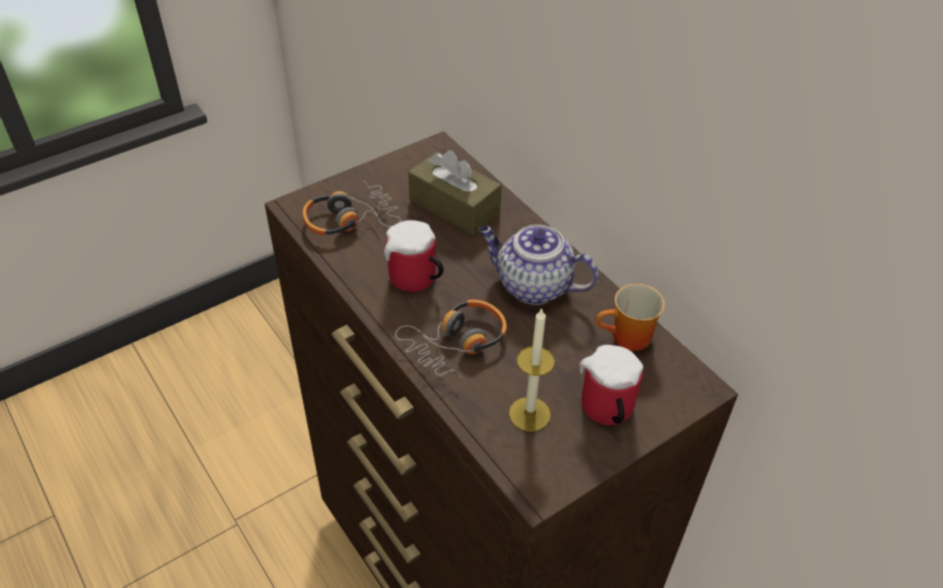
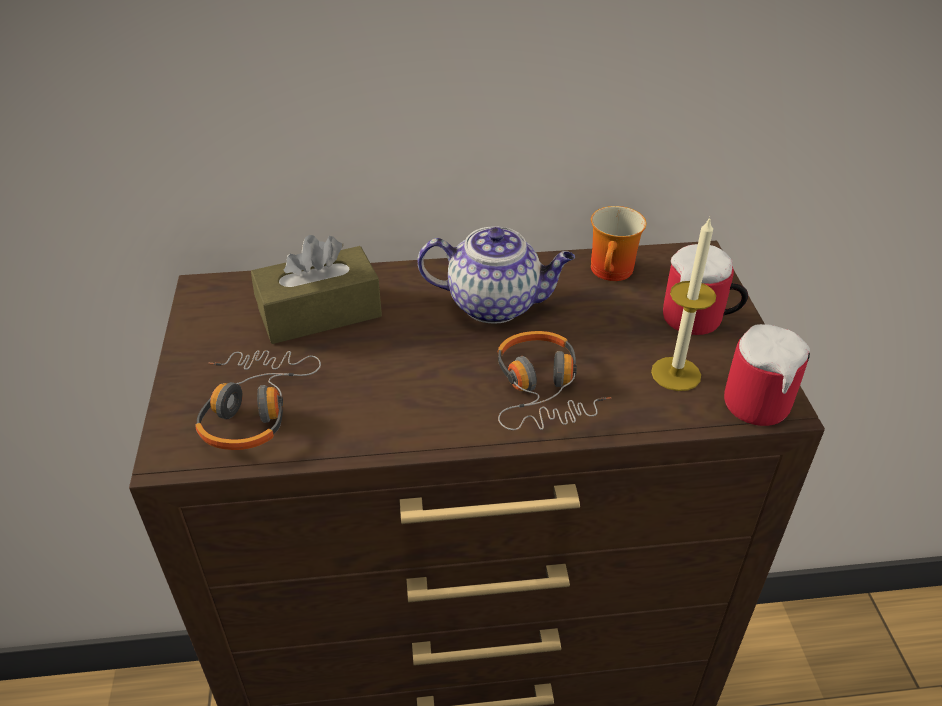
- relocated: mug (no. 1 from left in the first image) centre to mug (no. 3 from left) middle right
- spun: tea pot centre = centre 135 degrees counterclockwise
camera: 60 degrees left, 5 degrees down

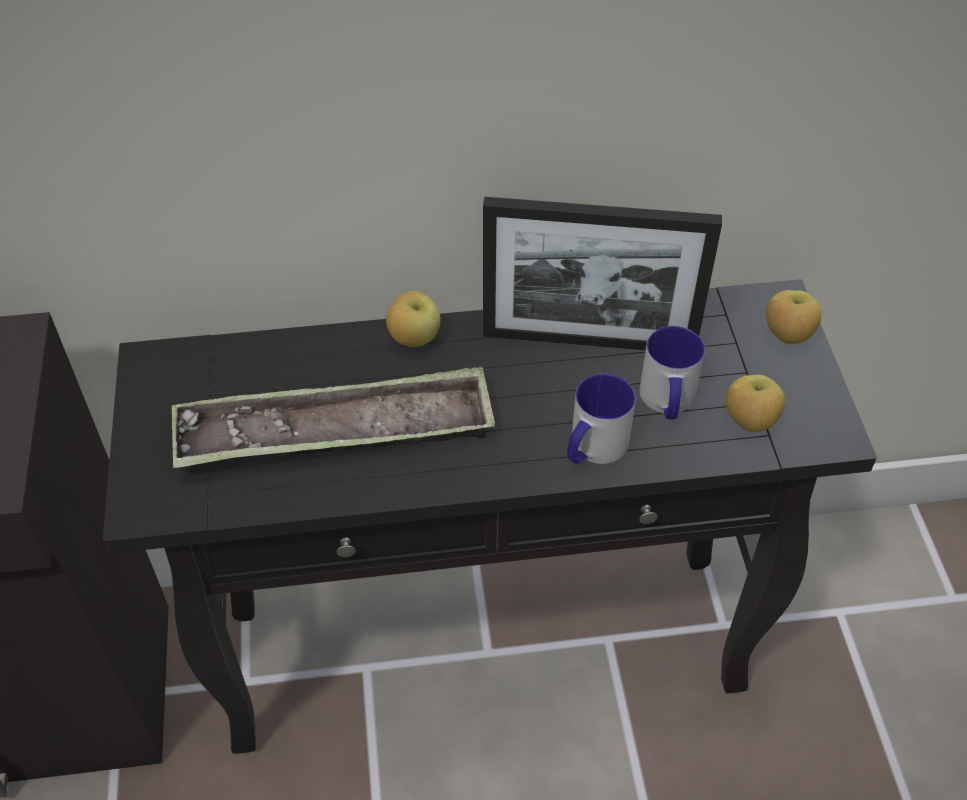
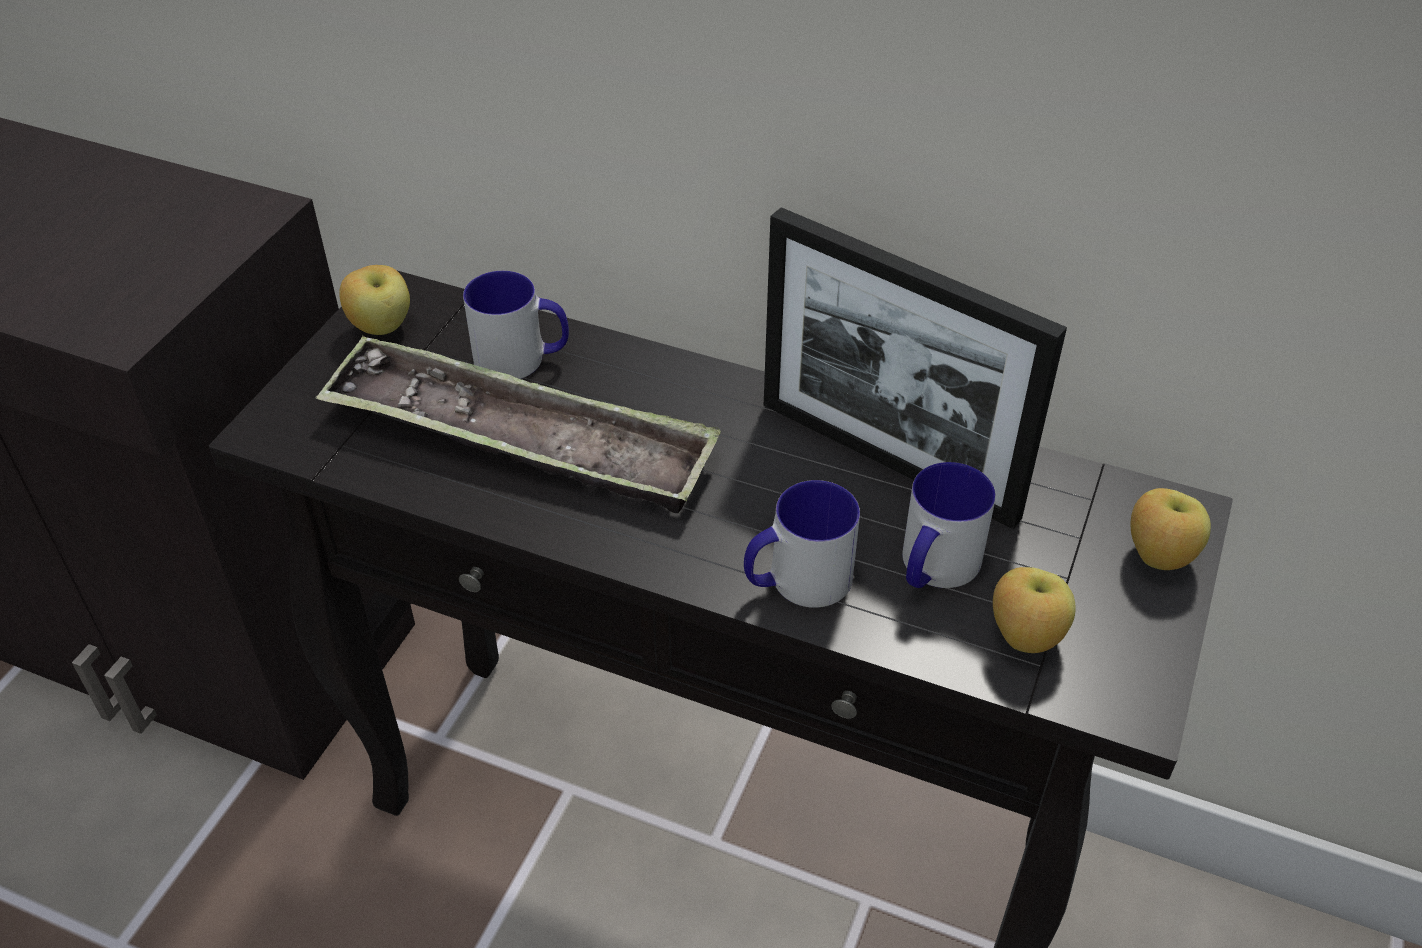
- appeared: mug (no. 1 from left) centre
- relocated: apple fruit (no. 1 from left) centre to top left
camera: 30 degrees right, 5 degrees down

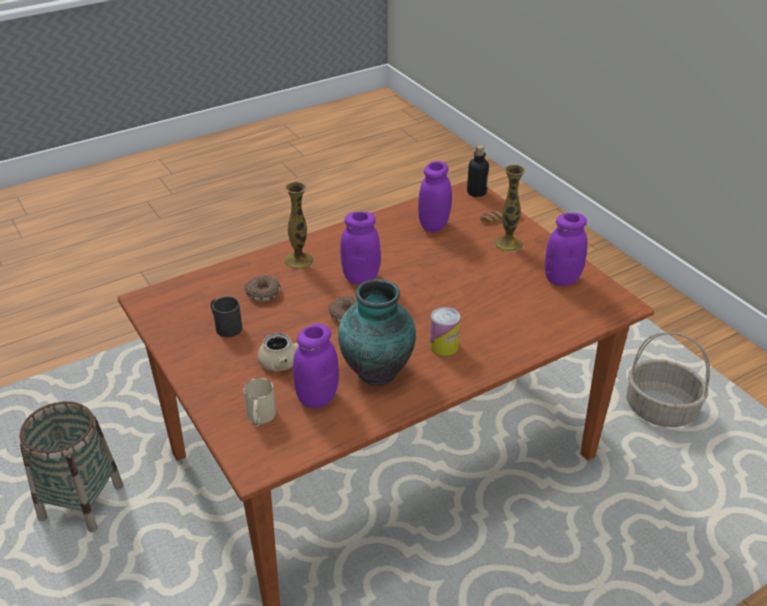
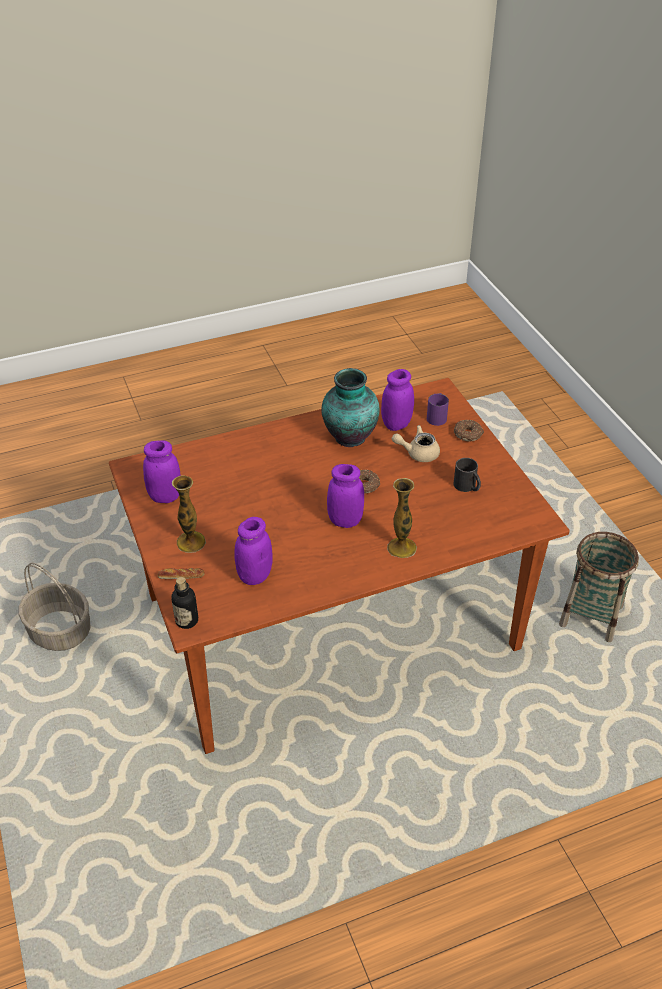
- missing: can centre
- relocated: ring doughnut (no. 1 from left in the first image) centre to ring doughnut (no. 2 from left) middle right
- colour: mug/beige centre to mug/purple centre
camera: 170 degrees left, 5 degrees up

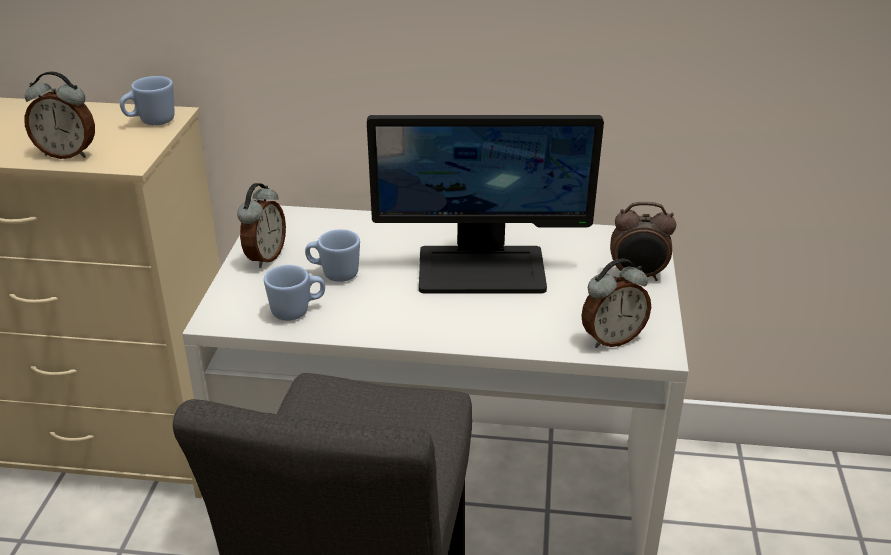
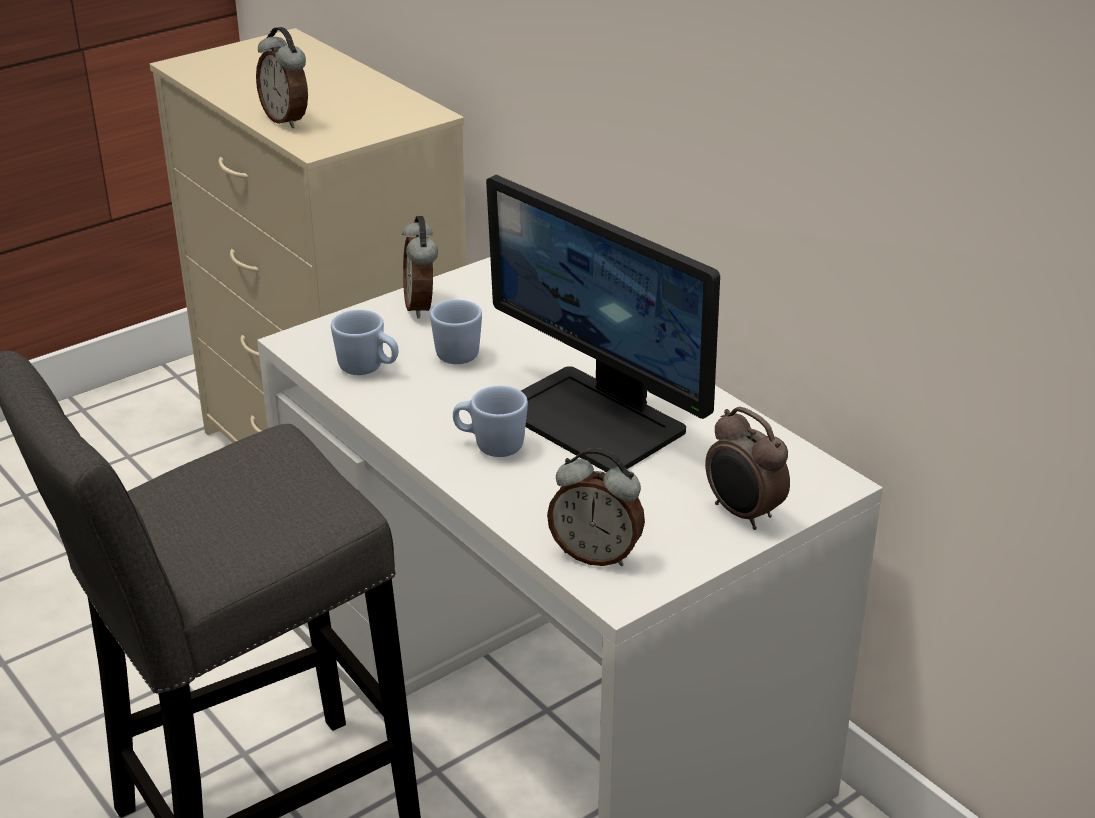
- relocated: mug/bluish (no. 1 from left in the first image) top left to mug/bluish (no. 3 from left) centre
- spun: table clock (no. 2 from left) middle left = top centre 105 degrees clockwise
camera: 45 degrees right, 0 degrees up

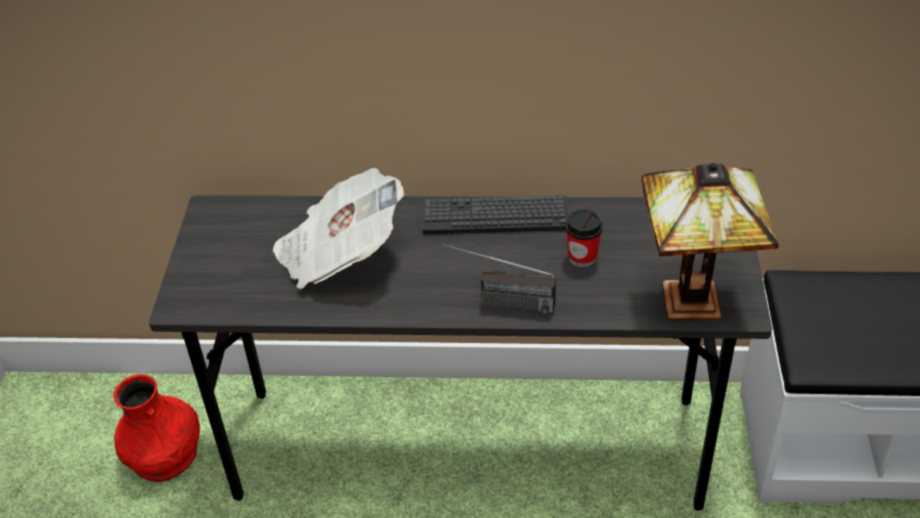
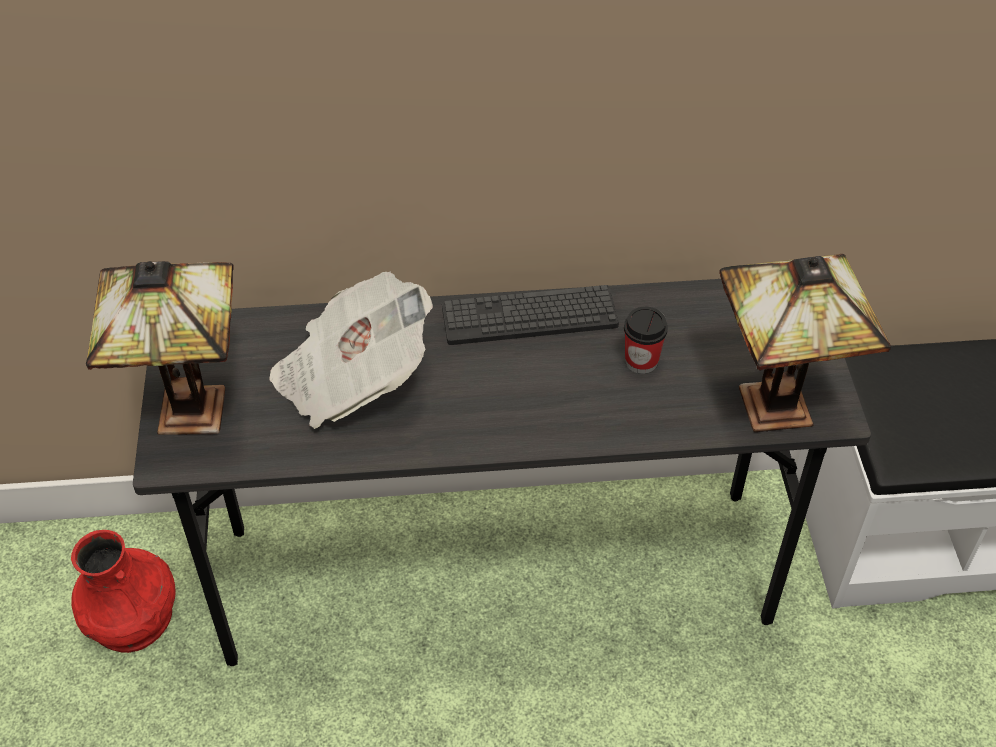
- missing: radio receiver centre
- appeared: lamp for a table (no. 1 from left) middle left
camera: 10 degrees left, 5 degrees up

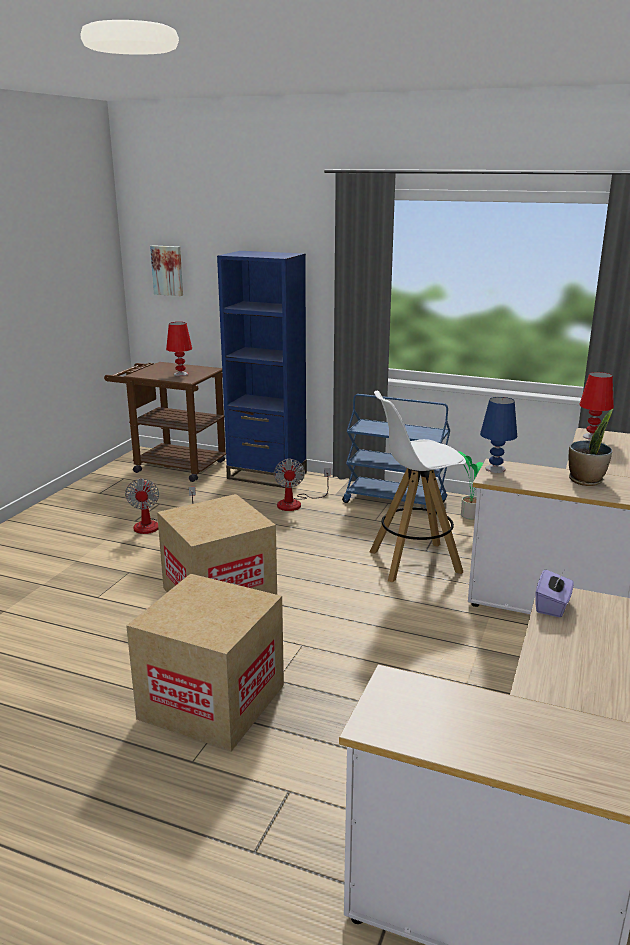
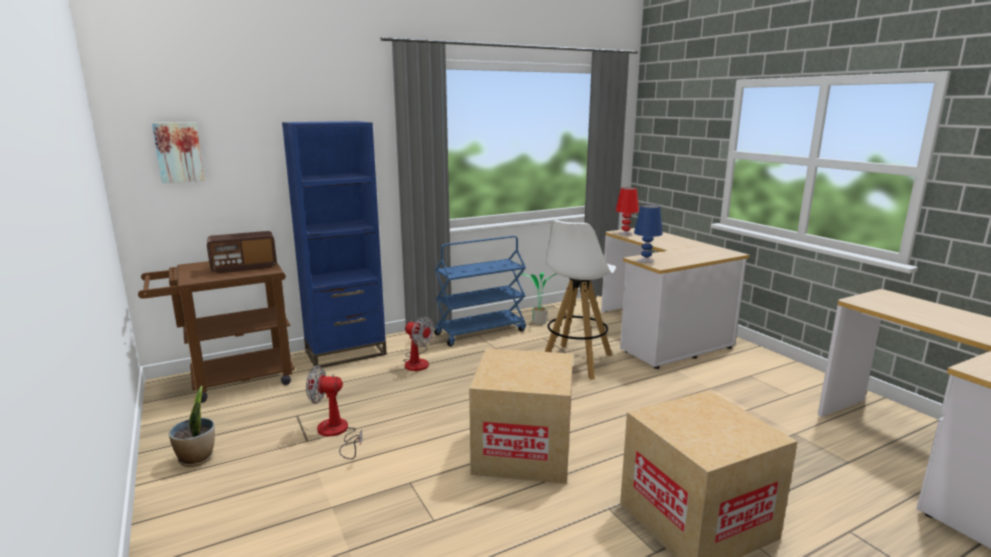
- missing: box of tissues/purple middle right
- relocated: potted plant (no. 2 from left in the first image) middle right to potted plant (no. 1 from left) bottom left
- exchanged: lamp for a table/reddish (no. 1 from left) middle left to radio receiver middle left
- spun: fan (no. 1 from left) middle left = bottom centre 150 degrees clockwise
camera: 50 degrees left, 5 degrees down

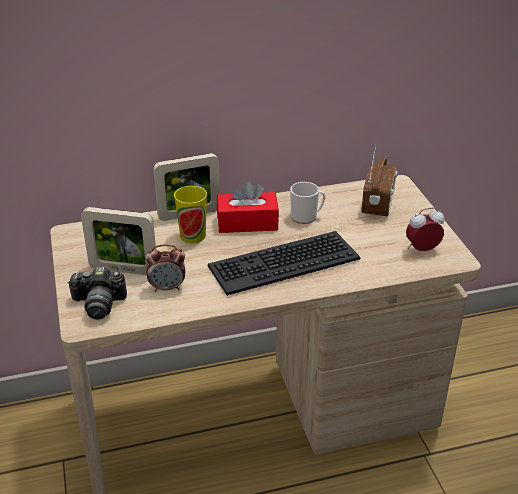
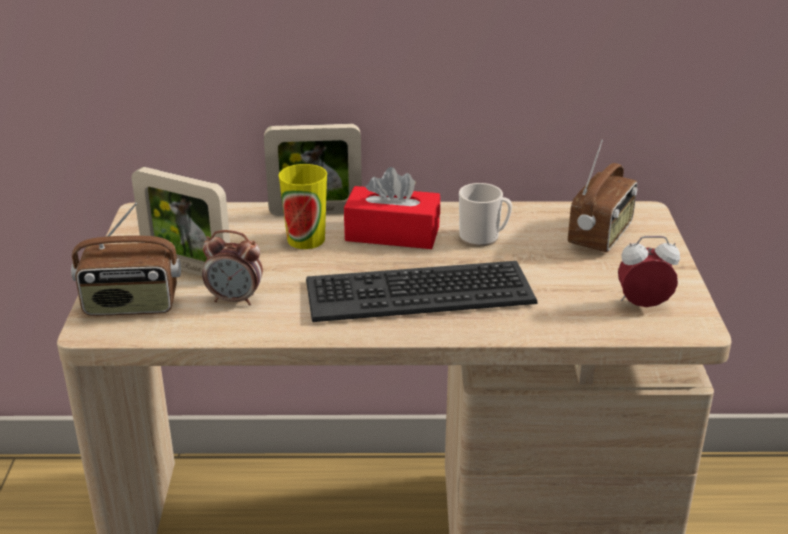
- exchanged: still camera middle left to radio receiver (no. 1 from left) middle left
camera: 15 degrees right, 5 degrees down

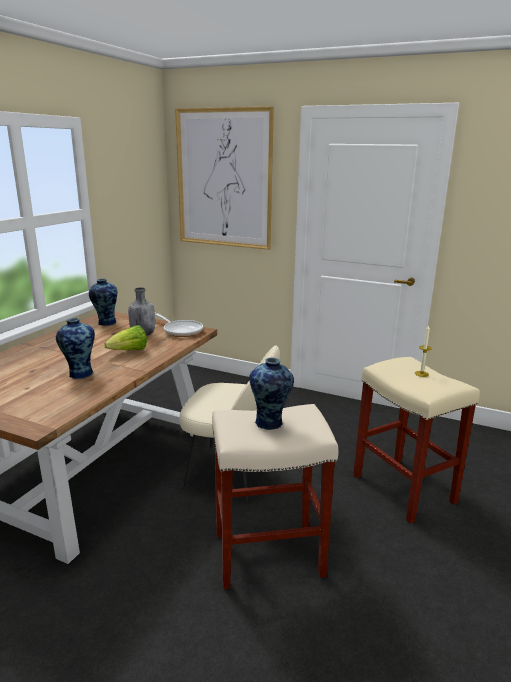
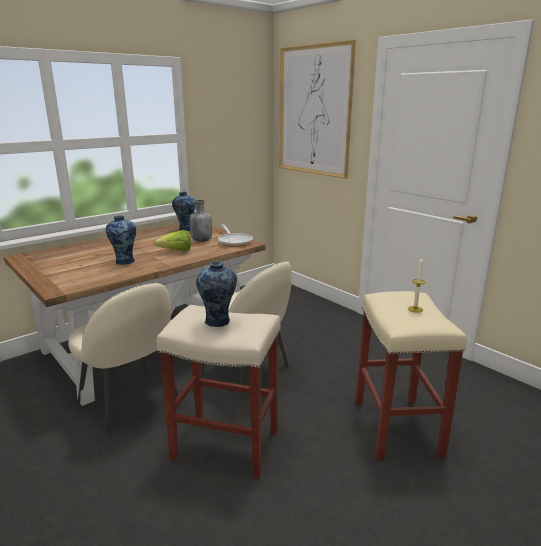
- appeared: plain chair/beige (no. 1 from left) middle left
camera: 25 degrees right, 0 degrees up

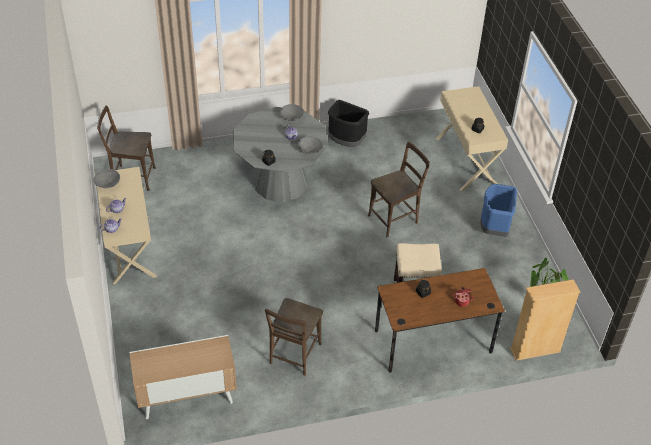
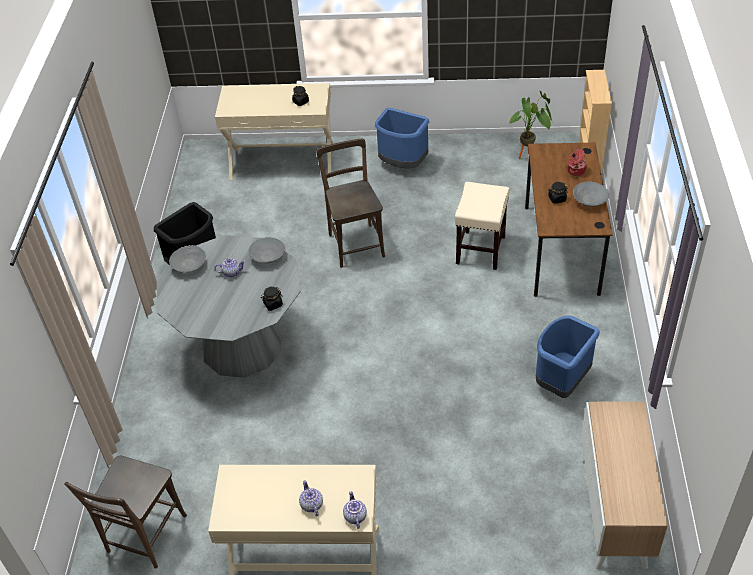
- relocated: serving bowl/gray (no. 1 from left in the first image) middle left to serving bowl/gray (no. 3 from left) middle right
- exchanged: plain chair/brown-coloured (no. 2 from left) bottom centre to trash can/bluish (no. 2 from left) middle right
camera: 70 degrees left, 0 degrees up

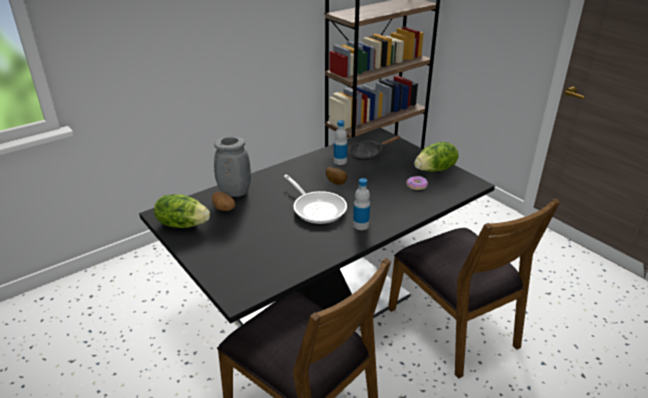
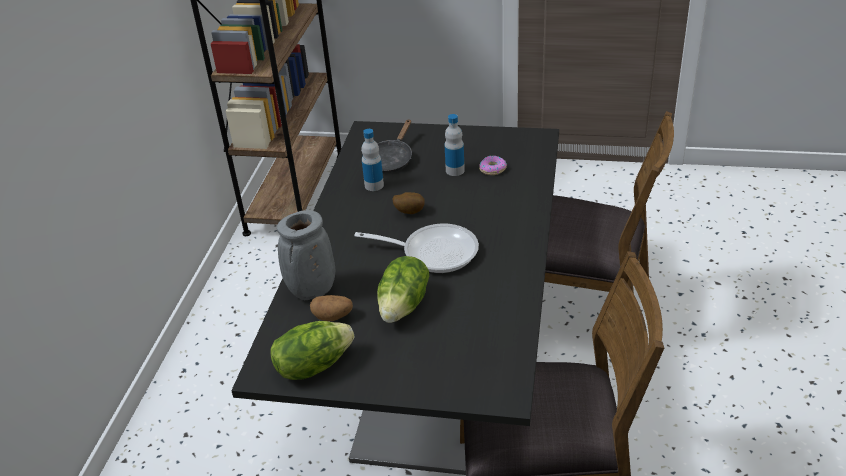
- relocated: beverage bottle (no. 2 from left) centre to top centre
- relocated: head of lettuce (no. 2 from left) middle right to centre
camera: 40 degrees left, 5 degrees up

